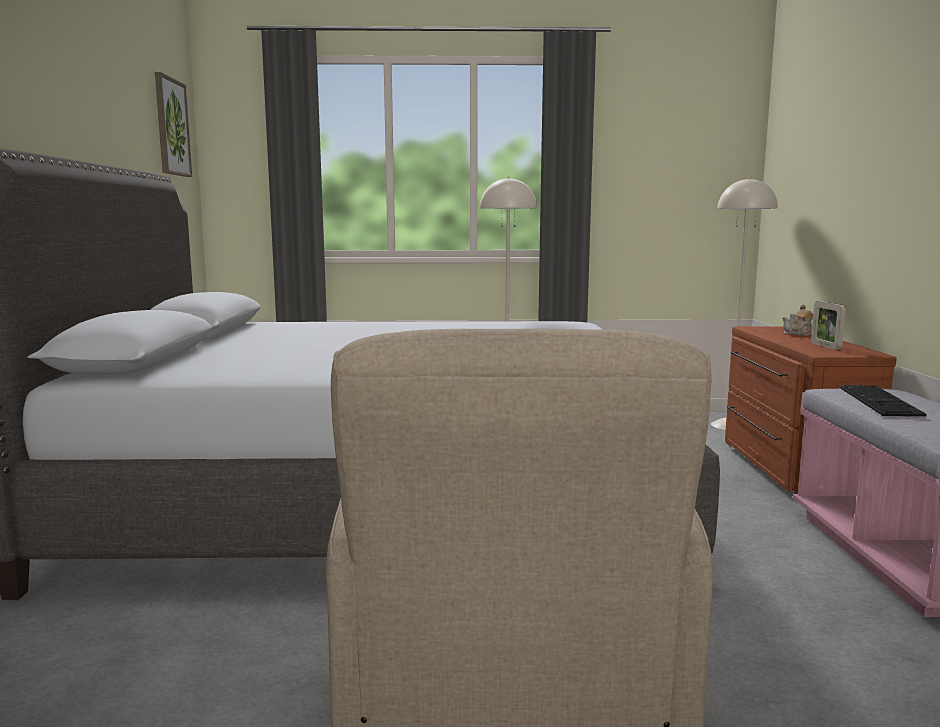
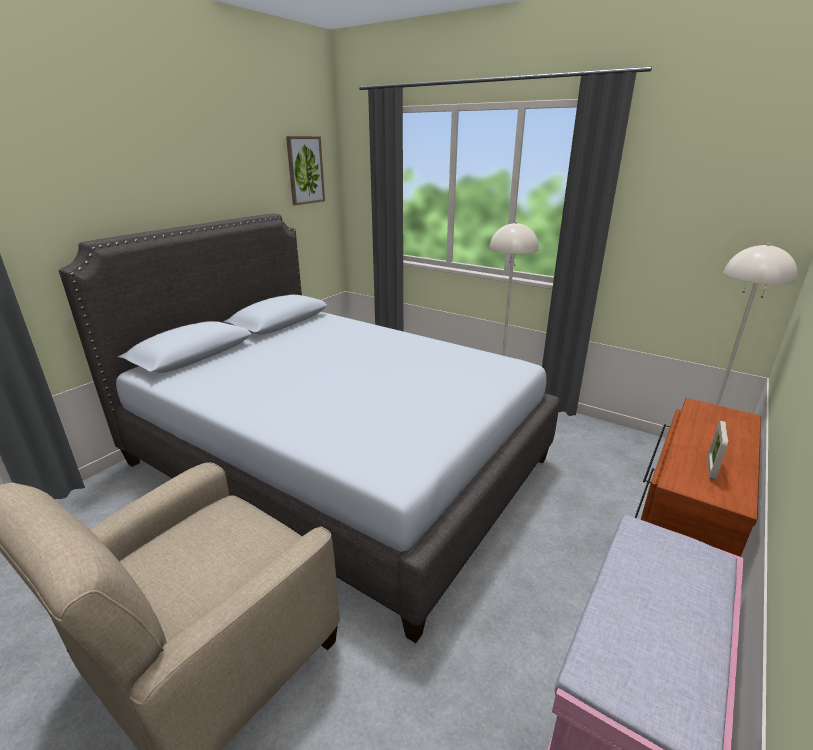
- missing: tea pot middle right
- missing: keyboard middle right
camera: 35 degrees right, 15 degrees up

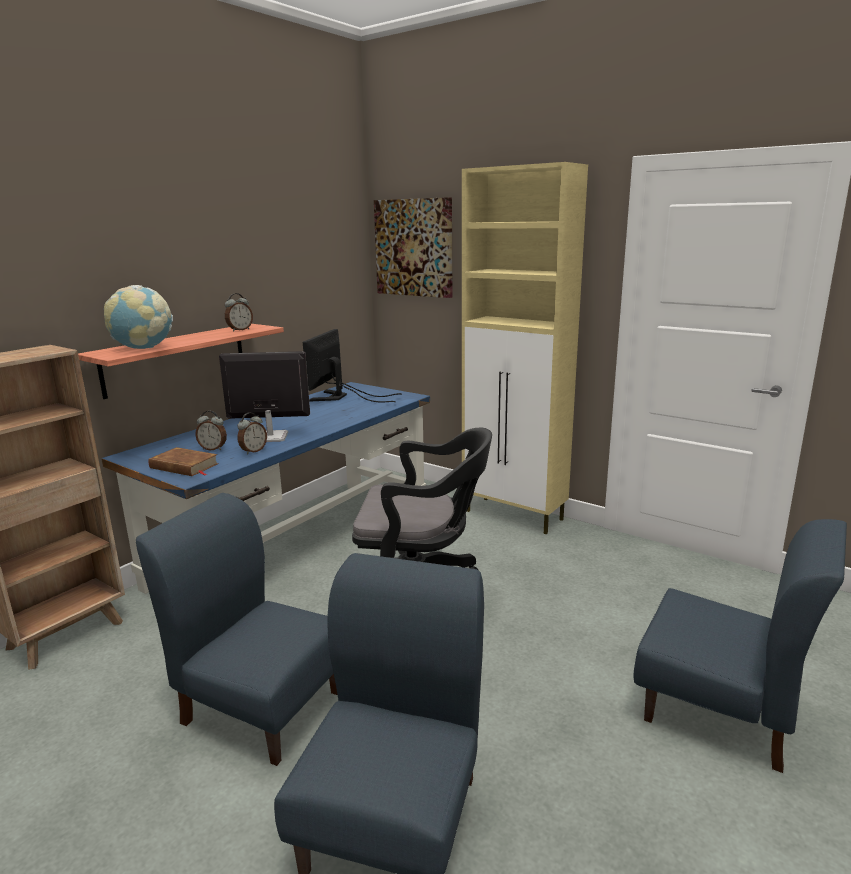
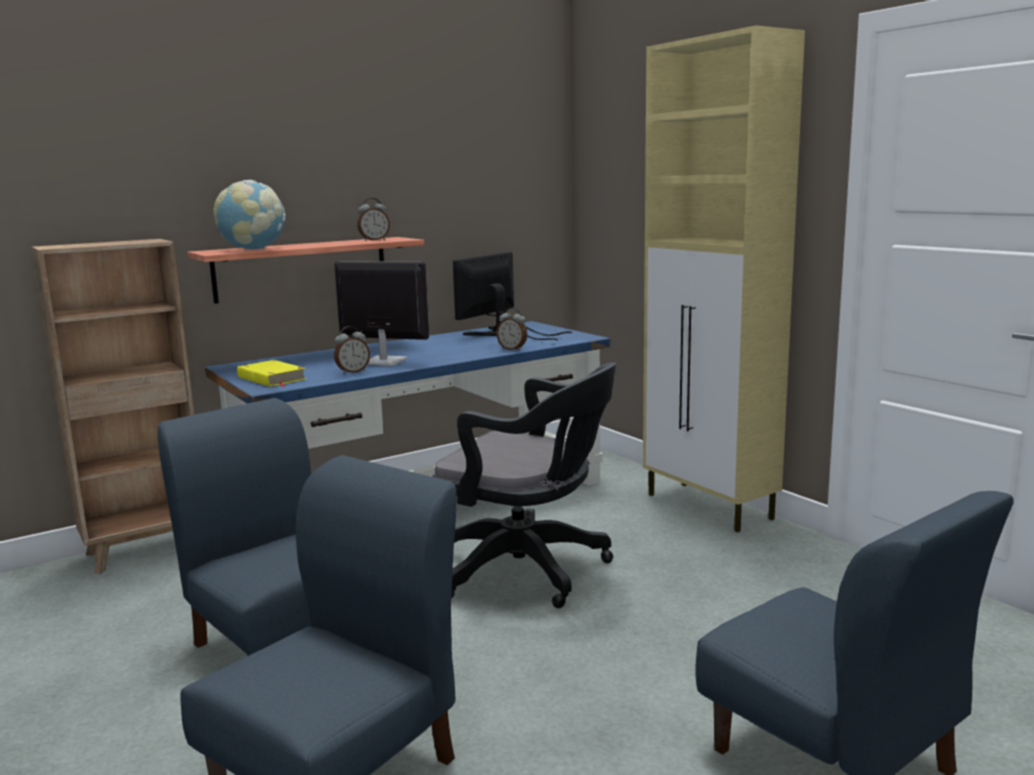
- missing: picture top centre
- relocated: table clock (no. 1 from left in the first image) middle left to table clock (no. 3 from left) centre
- colour: bound book/brown-coloured middle left to bound book/yellowish middle left
camera: 20 degrees right, 5 degrees down

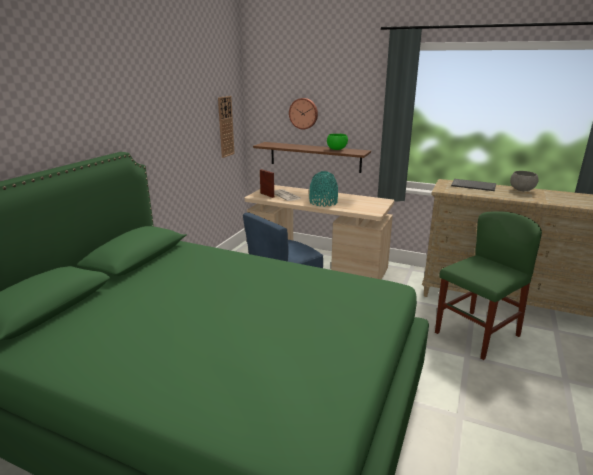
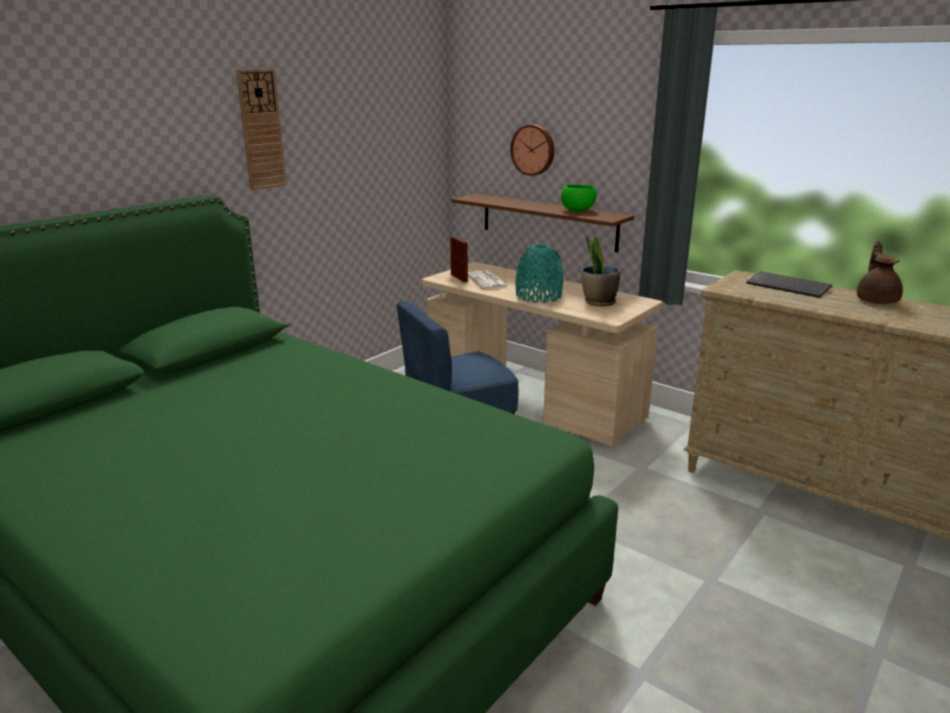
- missing: plain chair/green middle right
- appeared: potted plant centre
- relocated: wall clock (no. 1 from left) top centre to top left
- exchanged: serving bowl/gray middle right to tea pot/brown-coloured middle right
camera: 15 degrees right, 0 degrees up

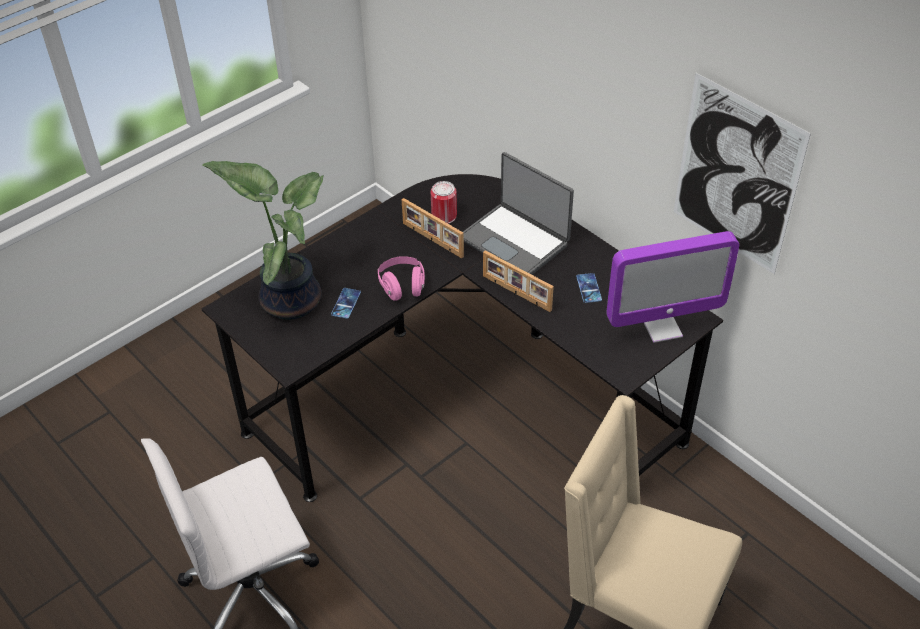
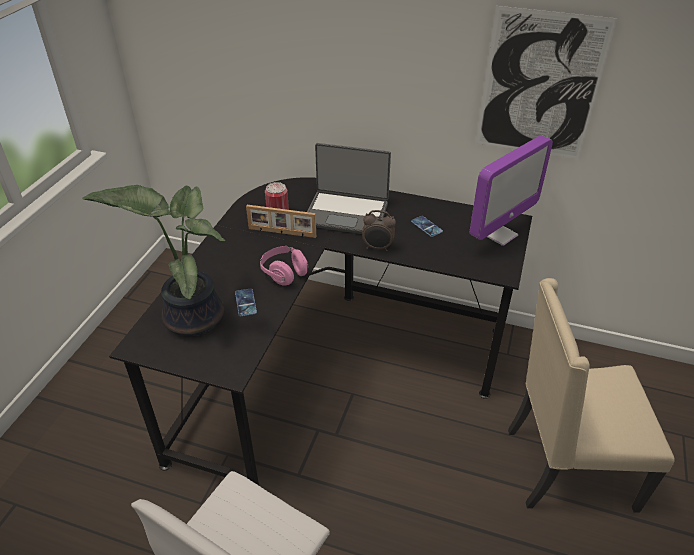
- exchanged: photo frame (no. 2 from left) centre to table clock centre
camera: 30 degrees left, 5 degrees down

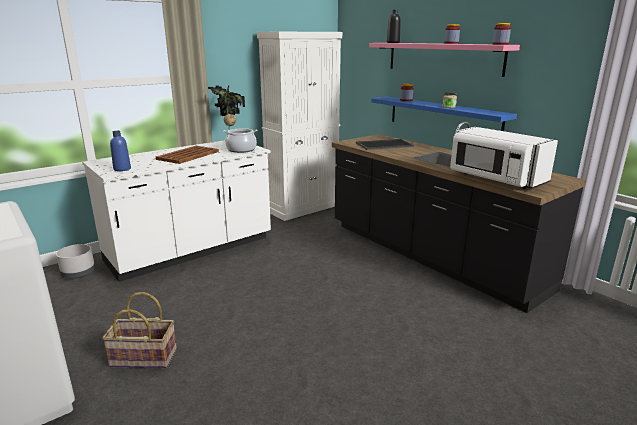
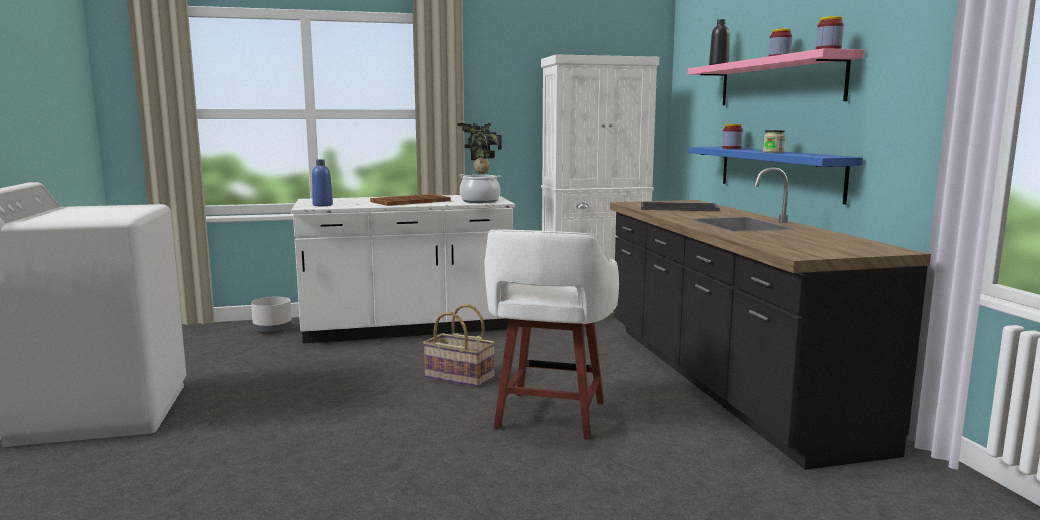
- missing: kitchen microwave/whitish middle right
- appeared: stool/whitish centre
- relocated: household basket bottom left to centre
camera: 25 degrees right, 10 degrees down

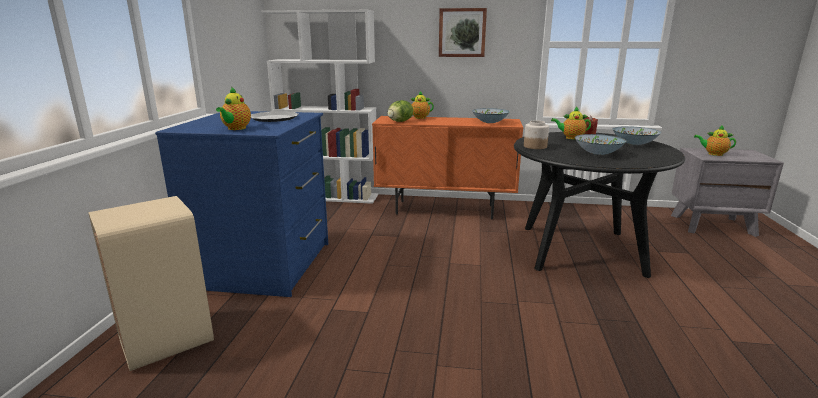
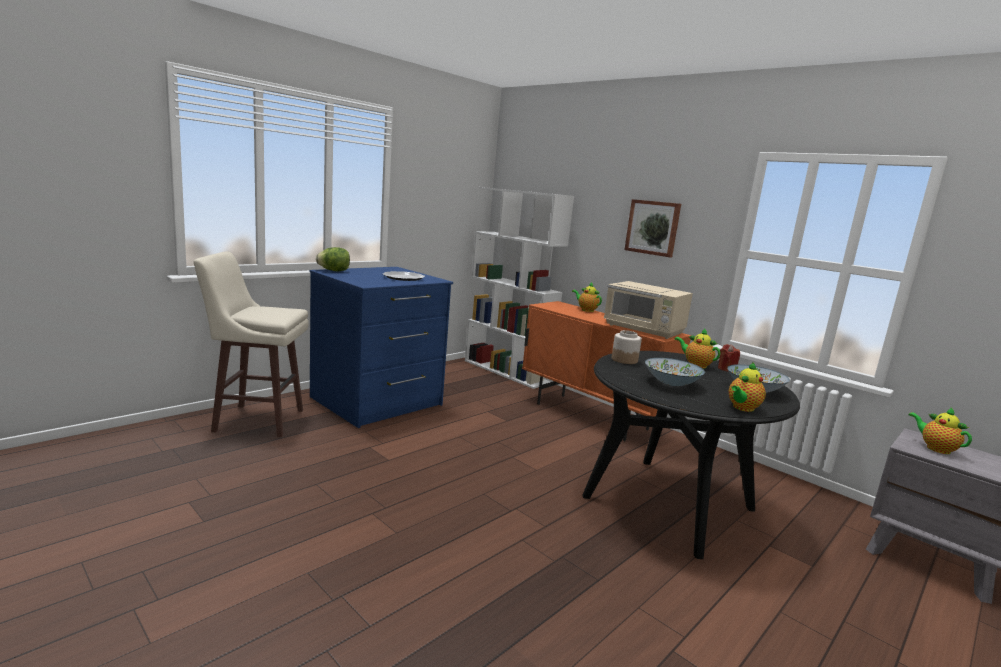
- relocated: tea pot (no. 1 from left in the first image) top left to tea pot (no. 3 from left) middle right
- relocated: head of lettuce top centre to middle left
- exchanged: trash can/beige bottom left to stool/beige middle left
- exchanged: serving bowl (no. 1 from left) top centre to kitchen microwave/beige centre
camera: 35 degrees right, 5 degrees down

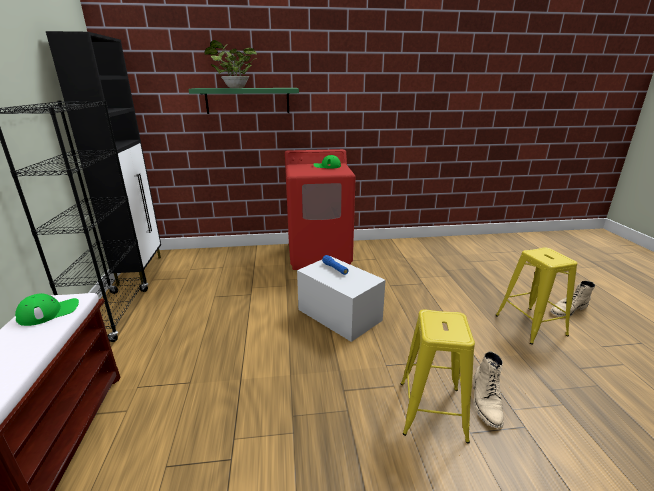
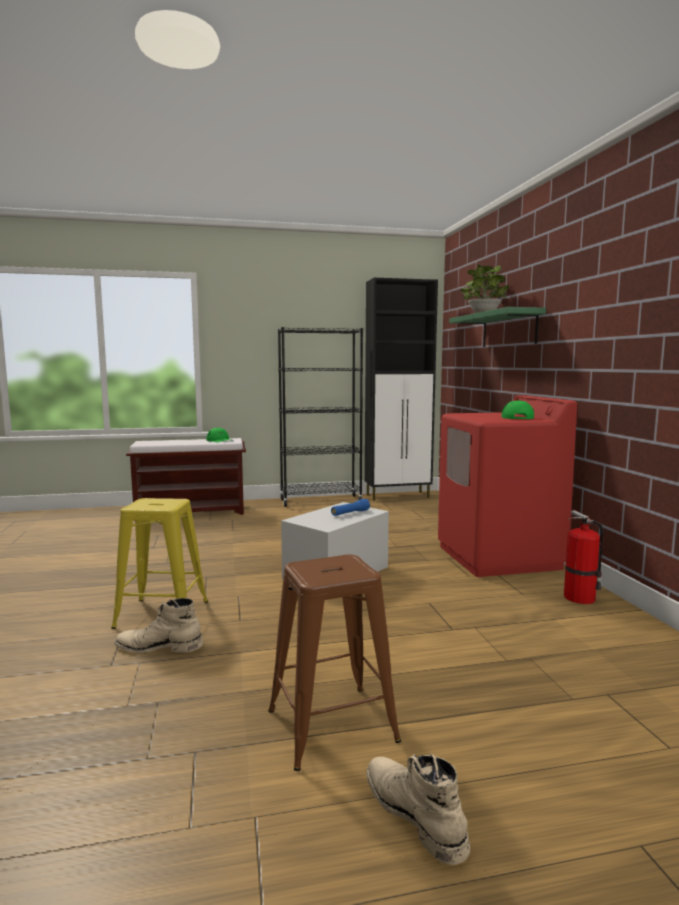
- appeared: fire extinguisher middle right
- colour: stool/yellowish (no. 2 from left) middle right to stool/brown-coloured bottom centre
camera: 85 degrees right, 15 degrees down

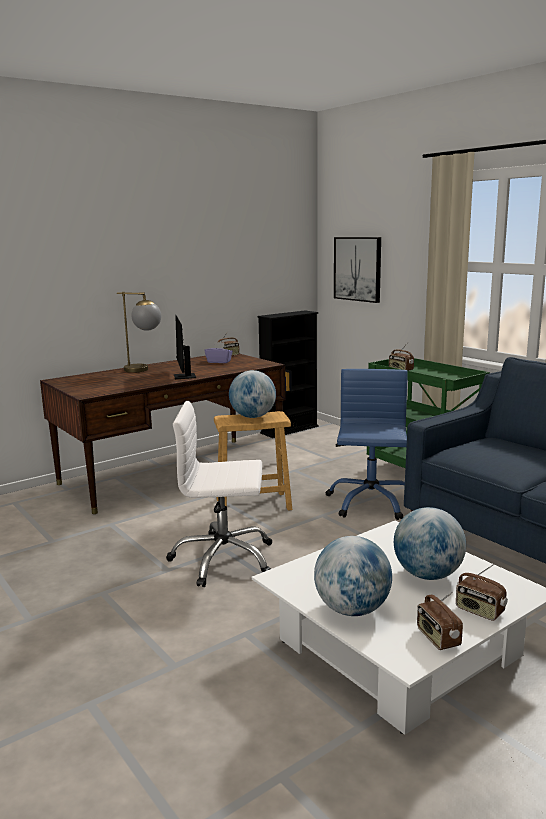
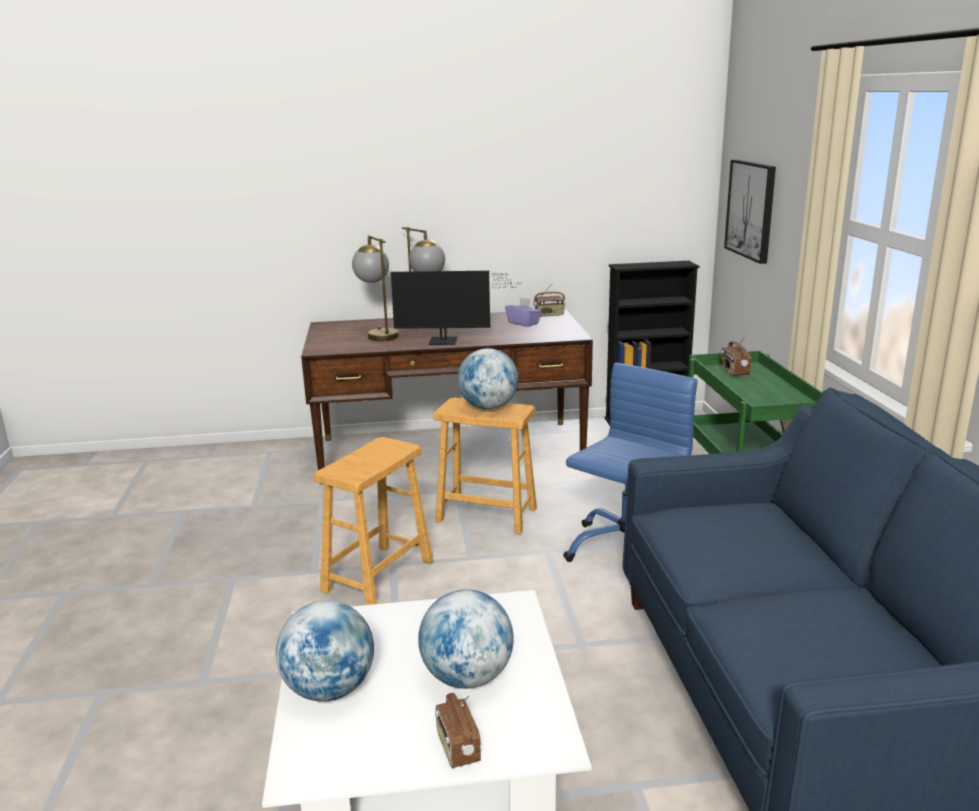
- missing: radio receiver (no. 3 from left) bottom right
- appeared: lamp for a table (no. 1 from left) centre
- exchanged: office chair/whitish centre to stool/brown-coloured (no. 1 from left) centre
- spun: computer display centre = centre 105 degrees counterclockwise
camera: 30 degrees right, 5 degrees up

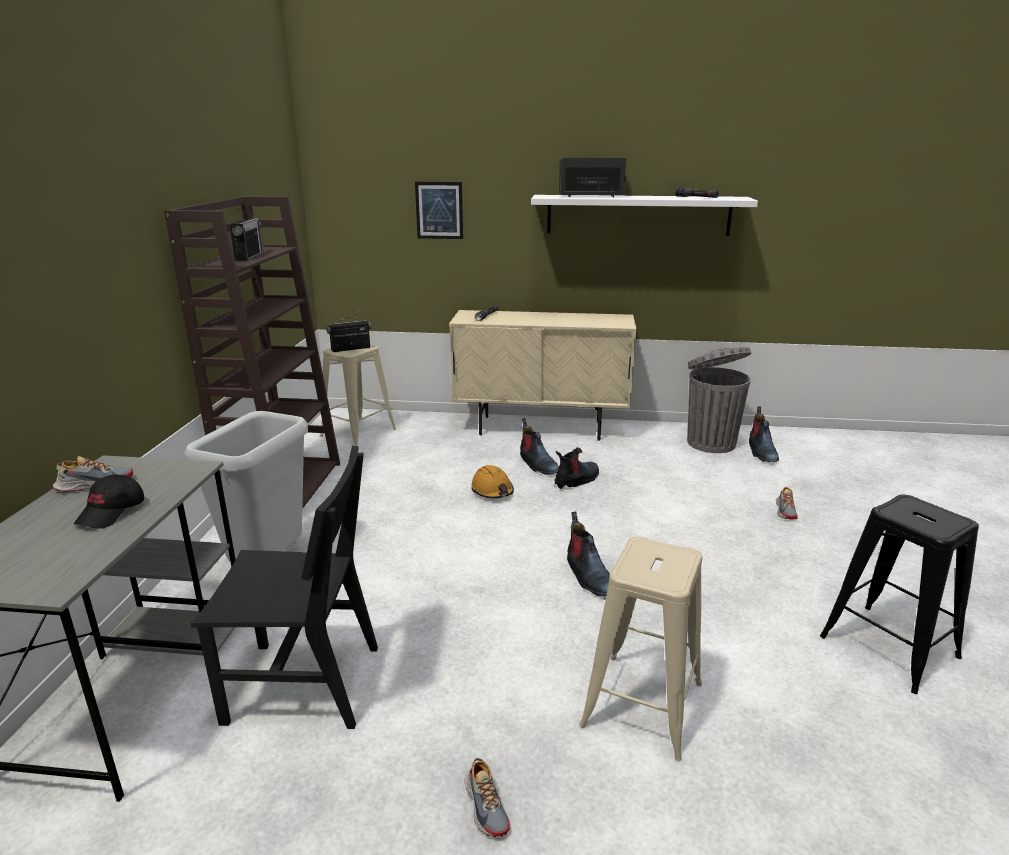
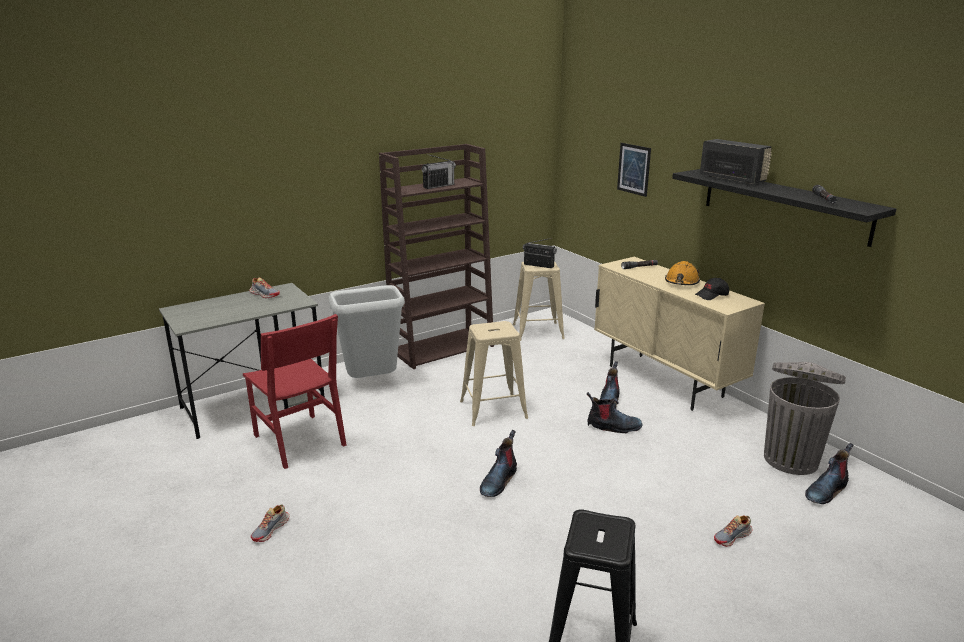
- relocated: peaked cap/black-coloured middle left to middle right
- relocated: hard hat/orange-coloured centre to middle right
- relocated: stool/beige (no. 2 from left in the first image) bottom centre to stool/beige (no. 1 from left) centre
- colour: plain chair/black-coloured bottom left to plain chair/reddish middle left
- colour: bracket shelf/whitish top centre to bracket shelf/black-coloured top right
camera: 50 degrees right, 0 degrees up

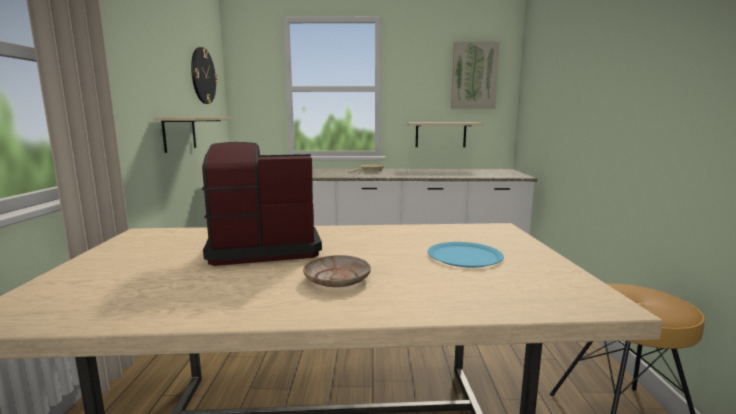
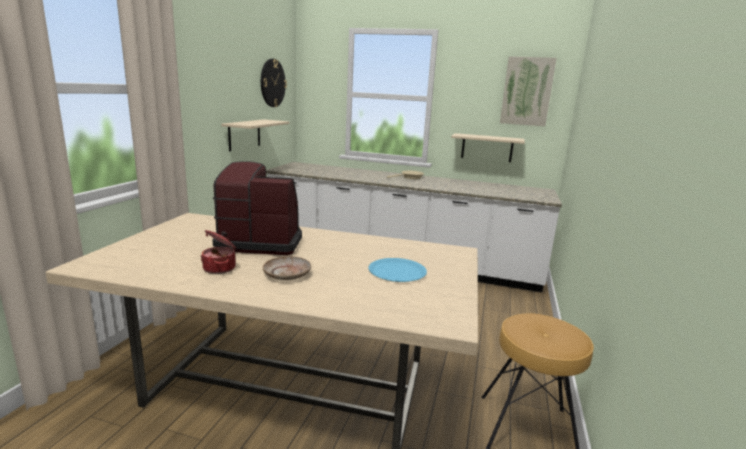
- appeared: saucepot middle left
camera: 15 degrees right, 5 degrees up

